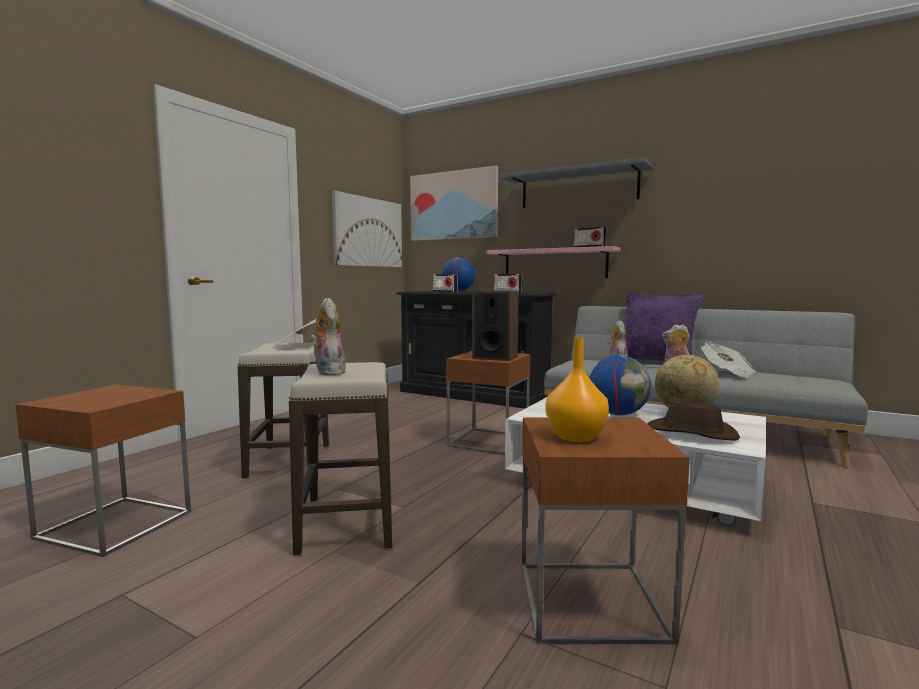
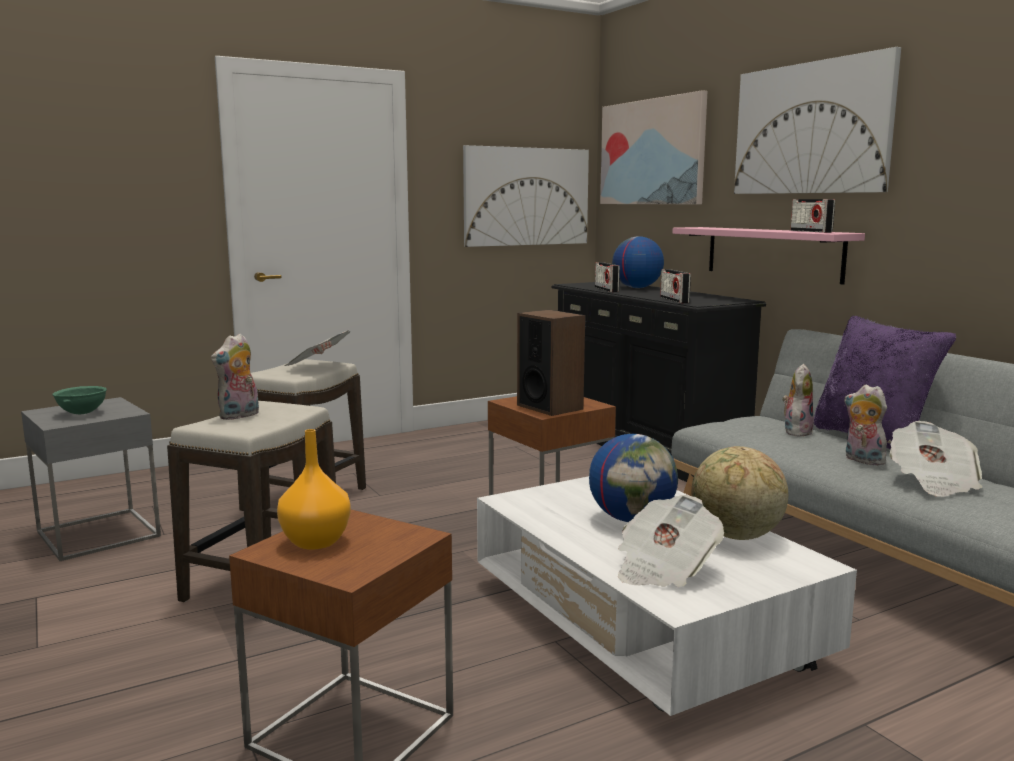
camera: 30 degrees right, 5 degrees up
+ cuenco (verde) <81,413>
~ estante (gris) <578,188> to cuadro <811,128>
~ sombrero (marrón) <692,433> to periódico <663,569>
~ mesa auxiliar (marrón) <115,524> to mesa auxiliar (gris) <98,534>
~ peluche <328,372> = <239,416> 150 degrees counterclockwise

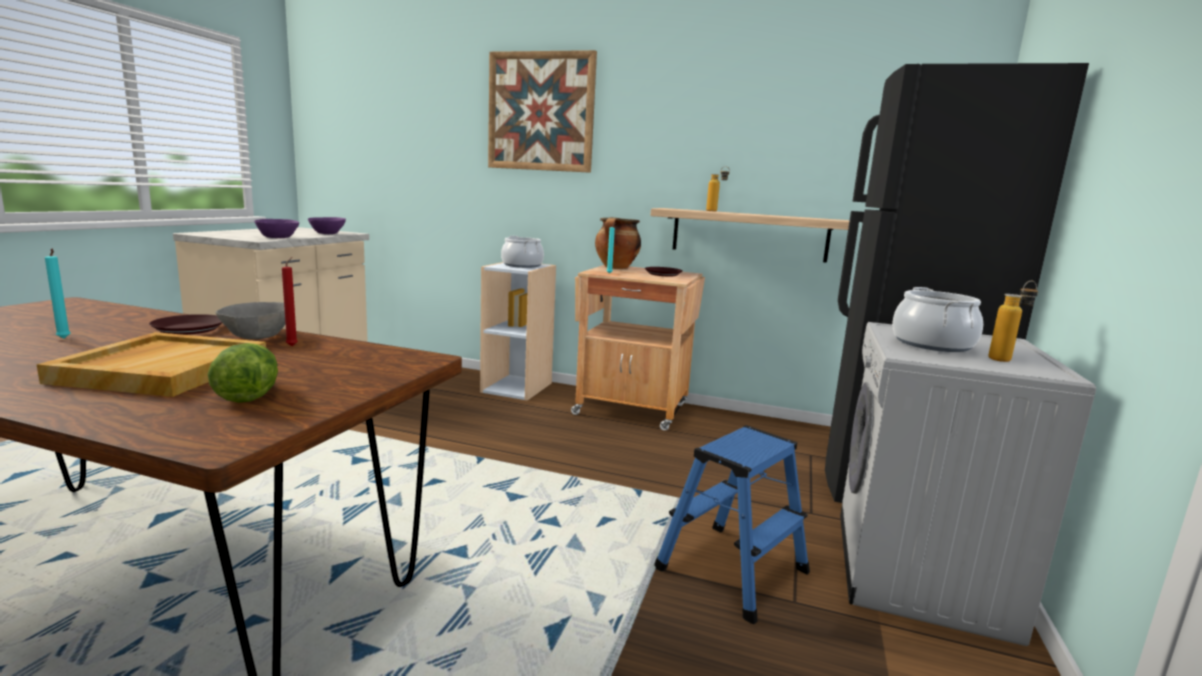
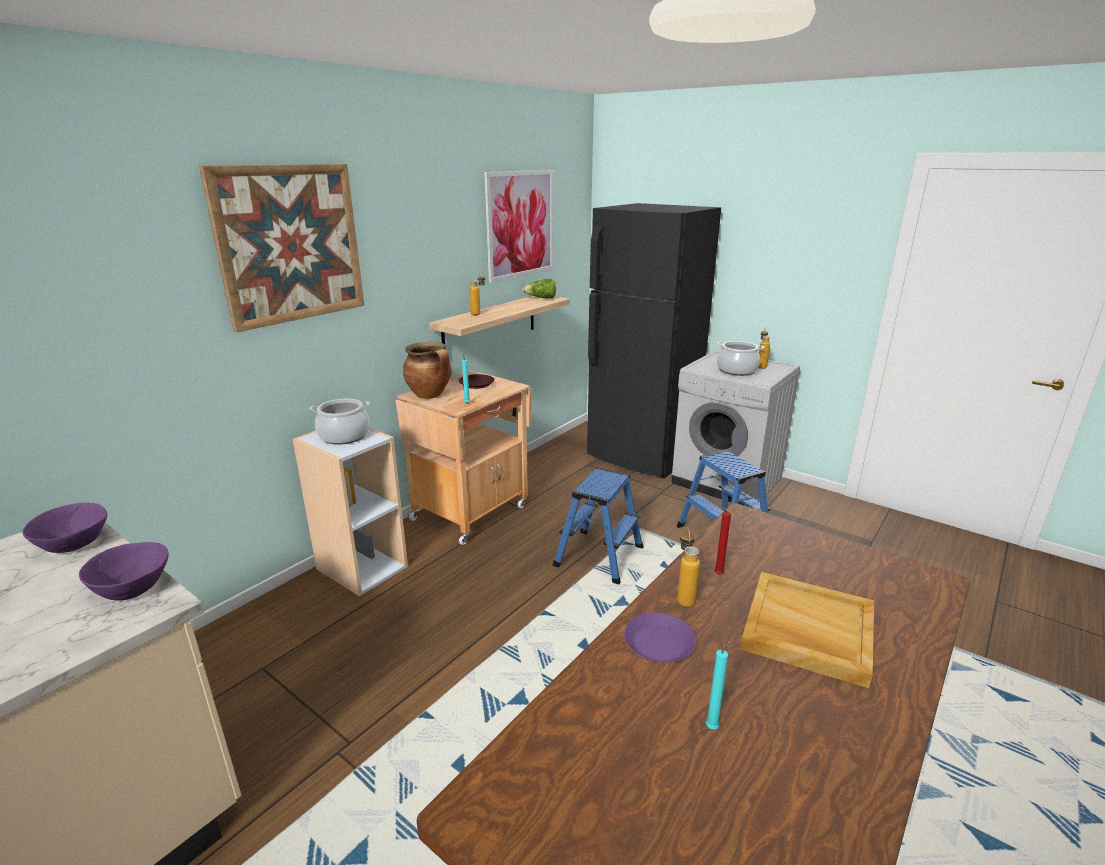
camera: 70 degrees left, 10 degrees up
+ cuadro <520,224>
+ escalera de tijera (azul) <599,556>
~ lechuga <247,393> to <541,298>
~ cuenco (gris) <257,336> to botella <684,596>
~ plato (marrón) <188,329> to plato (morado) <659,644>

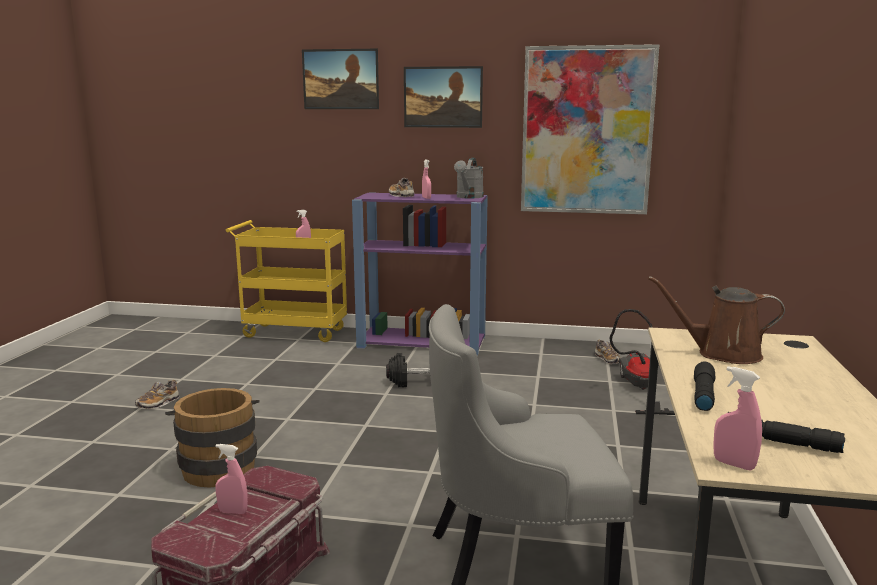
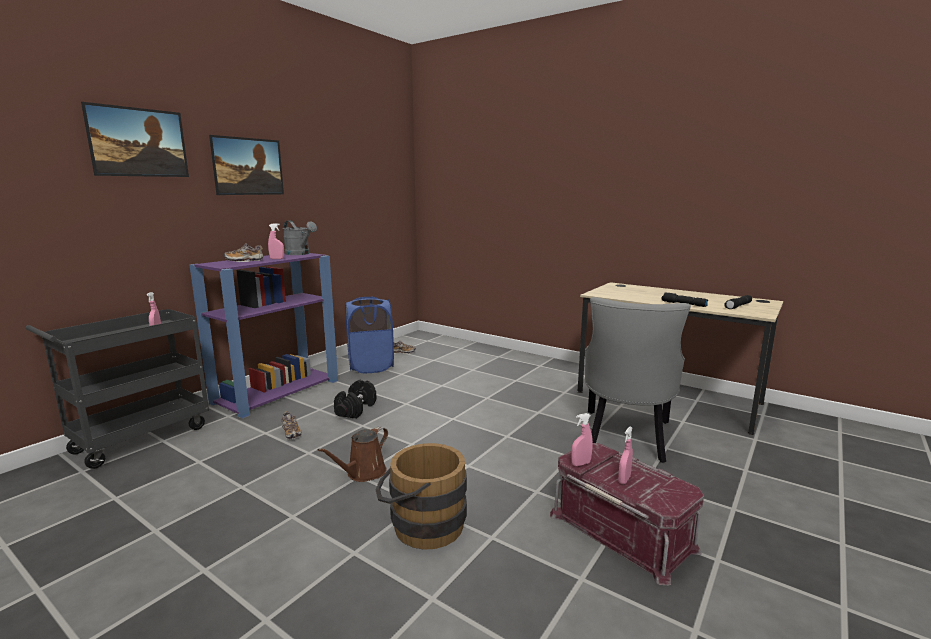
camera: 65 degrees left, 0 degrees up
- cuadro <587,131>
- aspiradora <637,389>
+ cesto de la ropa (azul) <371,366>
~ zapato <158,403> to <291,433>
~ regadera (marrón) <722,354> to <363,473>
~ pulverizador (rosa) <734,464> to <581,464>
~ carrito (amarillo) <292,333> to carrito (gris) <138,441>

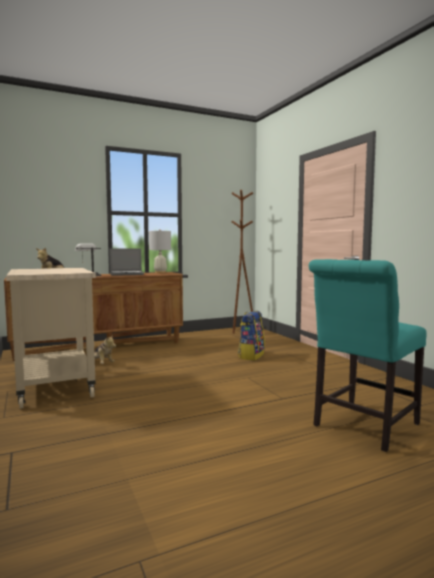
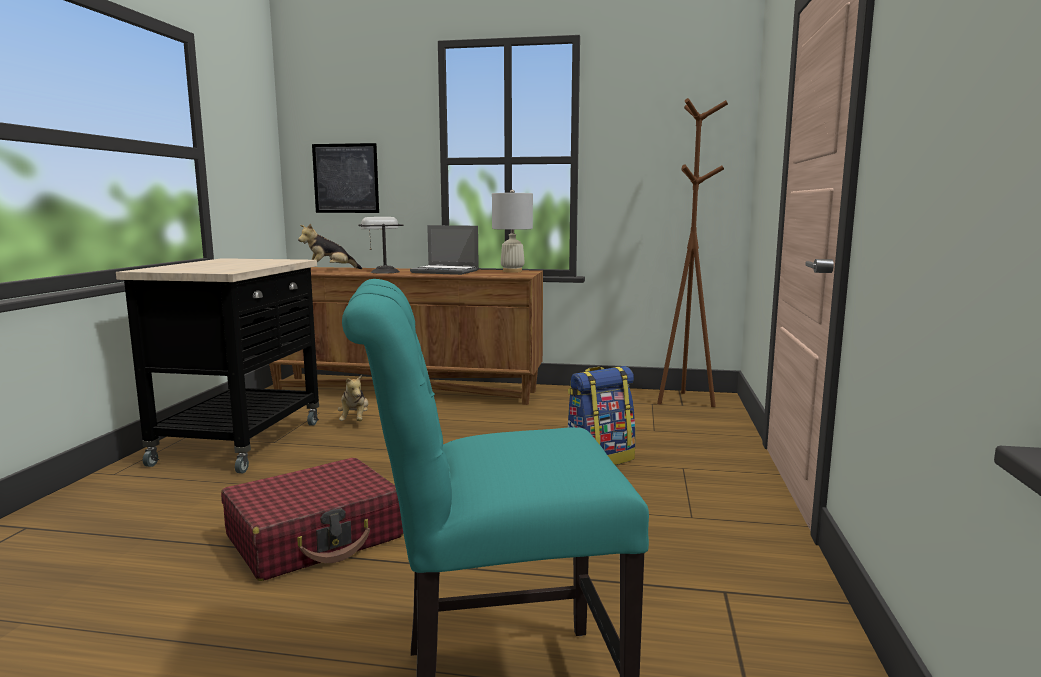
camera: 35 degrees right, 5 degrees up
+ maleta (rojo) <315,537>
+ cuadro <346,178>
~ carrito (beis) <54,386> to carrito (negro) <239,442>

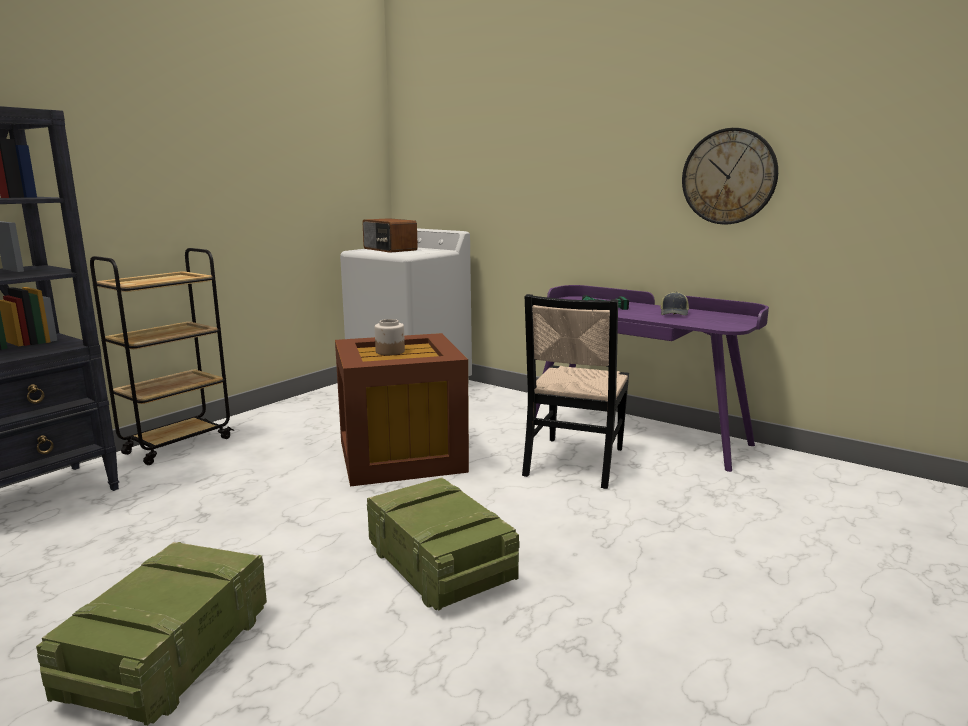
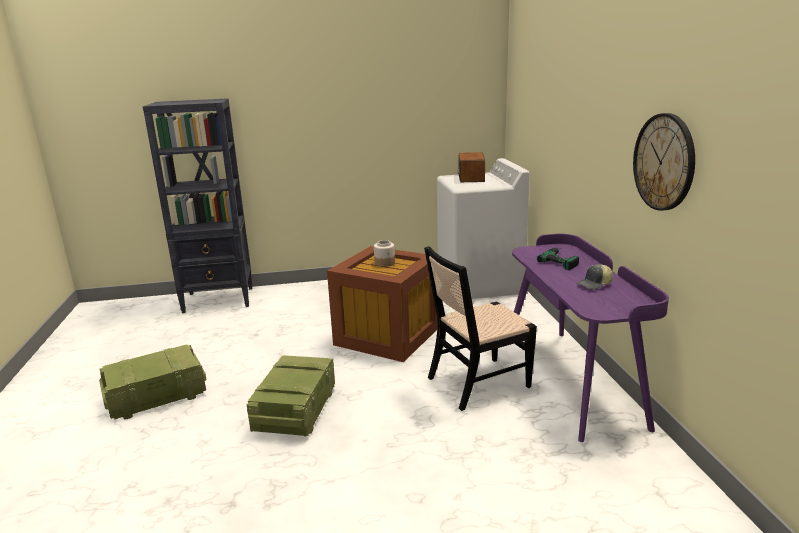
camera: 45 degrees right, 5 degrees up
- carrito (marrón) <178,445>

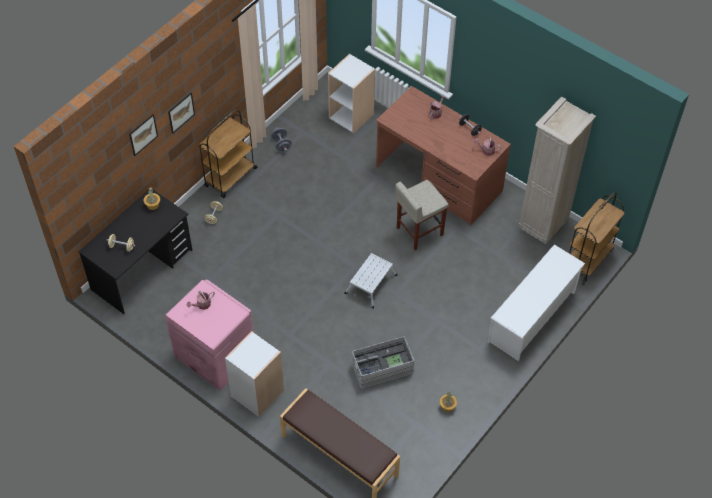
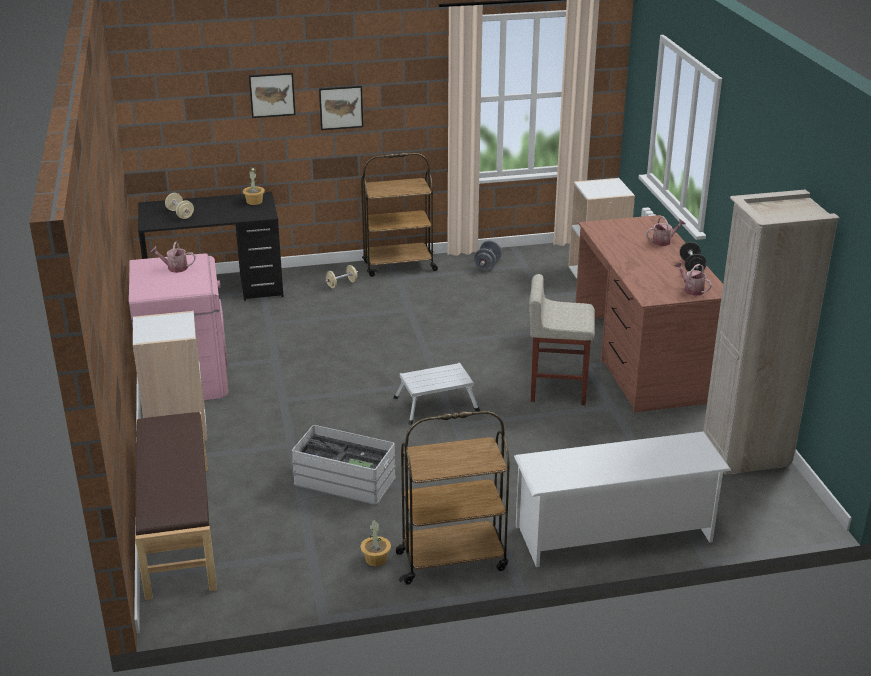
camera: 40 degrees right, 25 degrees down
~ carrito (marrón) <588,260> to <452,561>

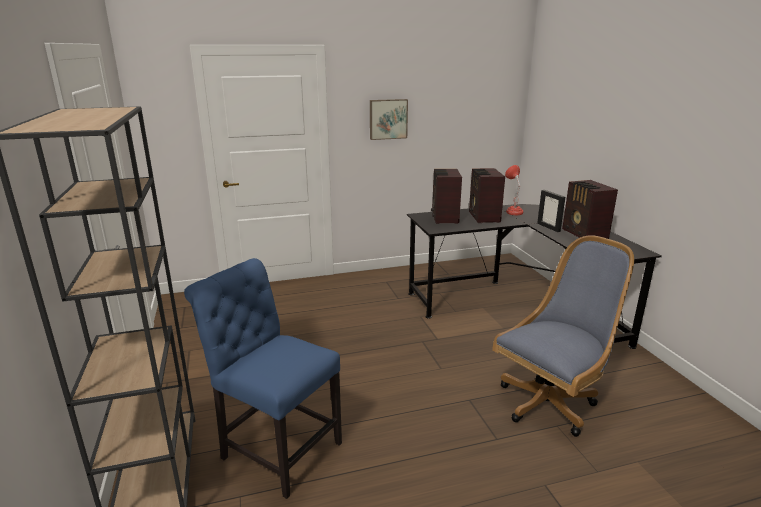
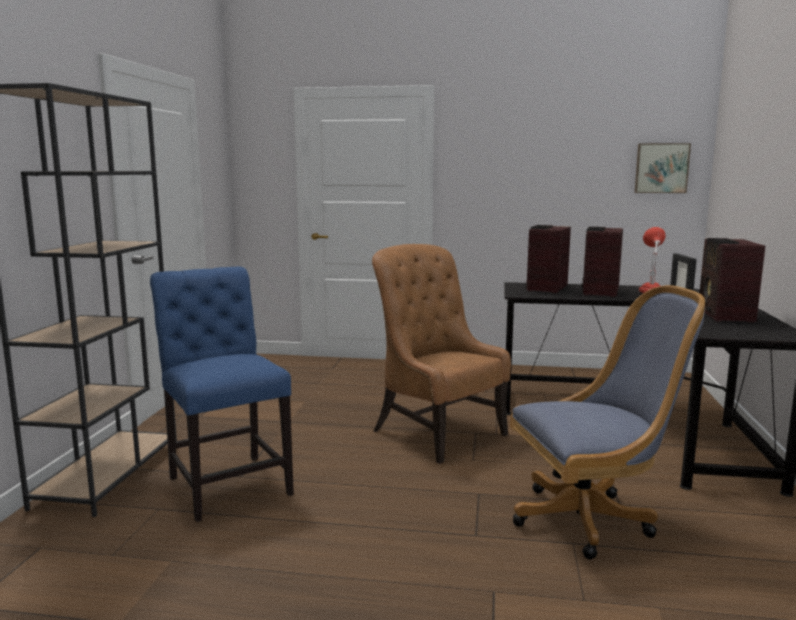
camera: 25 degrees right, 10 degrees down
+ silla (marrón) <437,432>
~ cuadro <388,119> to <661,168>

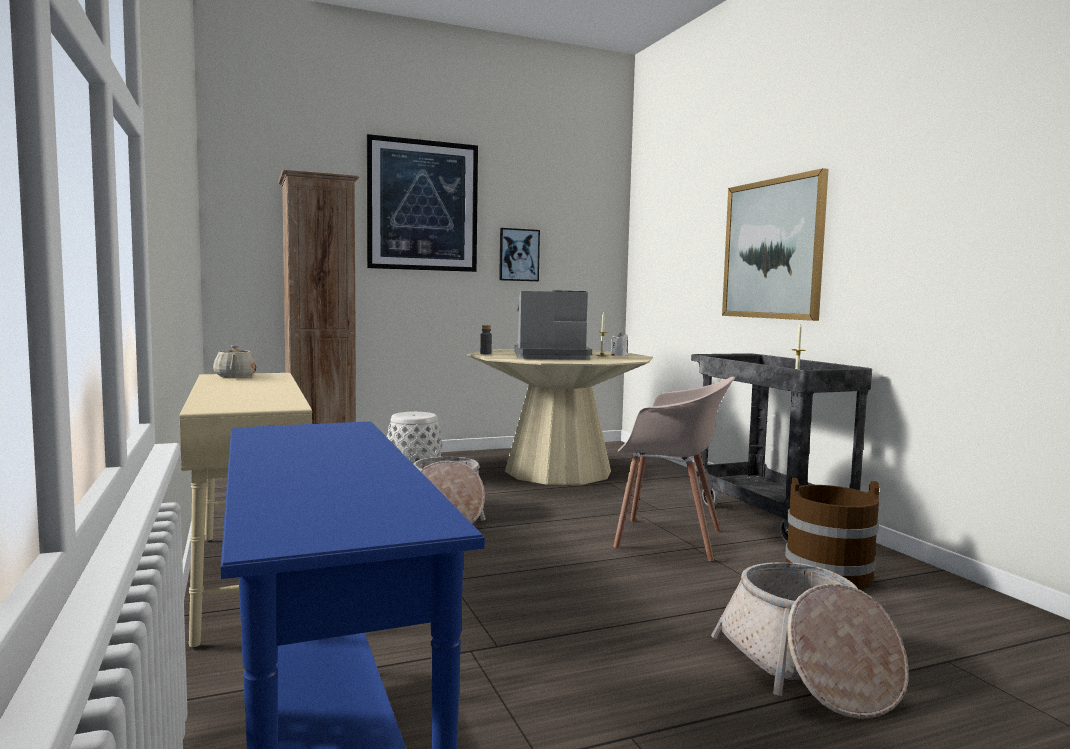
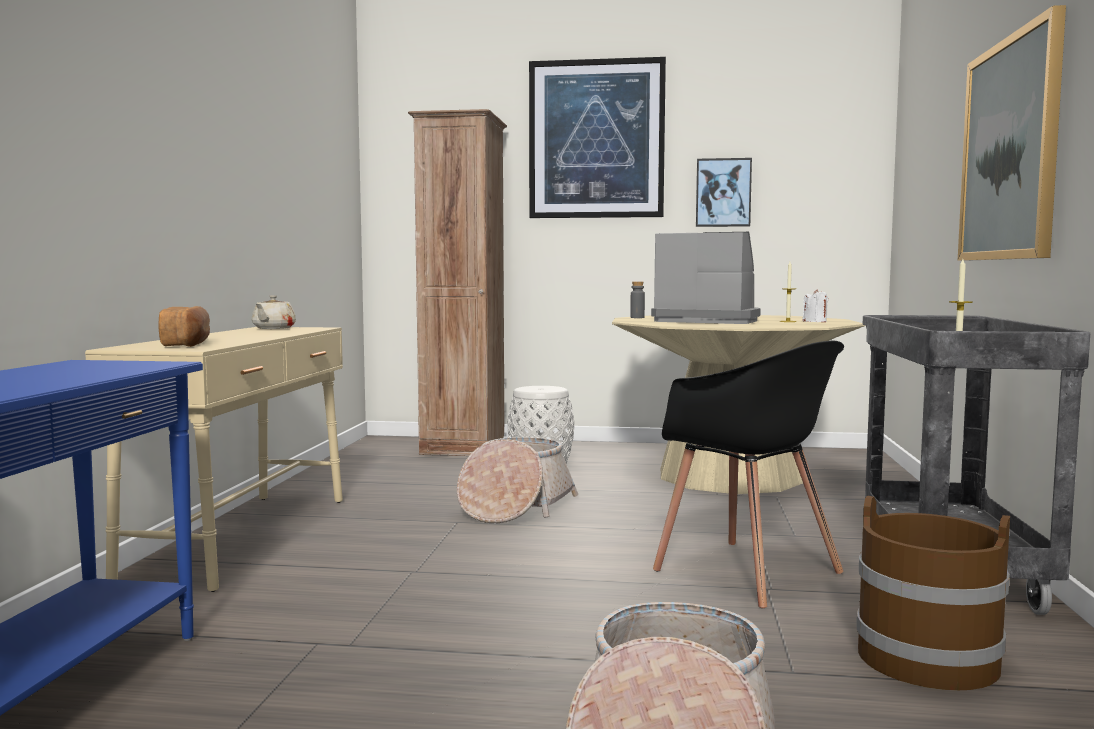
camera: 30 degrees right, 0 degrees up
+ pan <187,344>
~ silla (beis) <670,539> to silla (negro) <748,573>

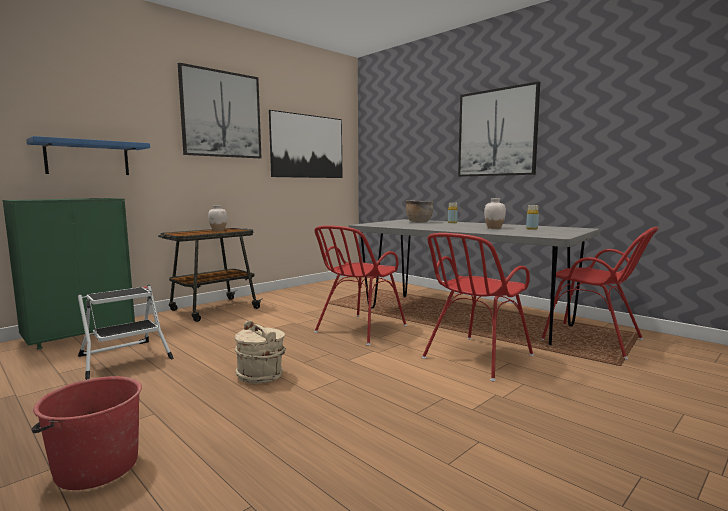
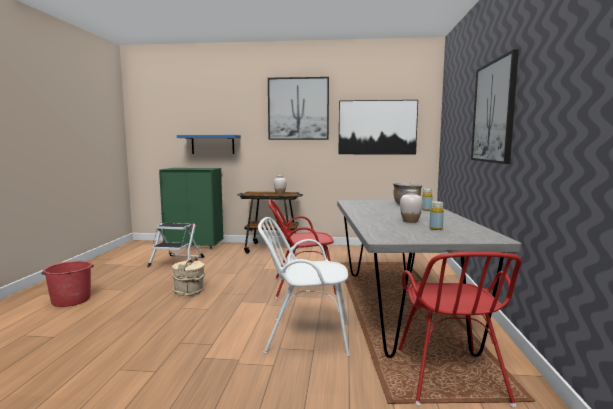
camera: 50 degrees right, 0 degrees up
~ silla (rojo) <476,358> to silla (blanco) <304,335>

